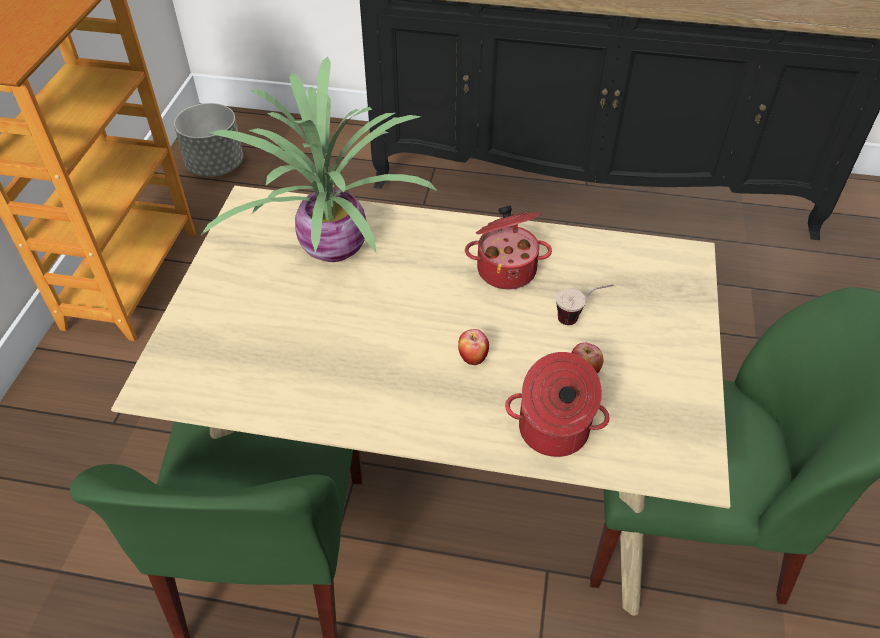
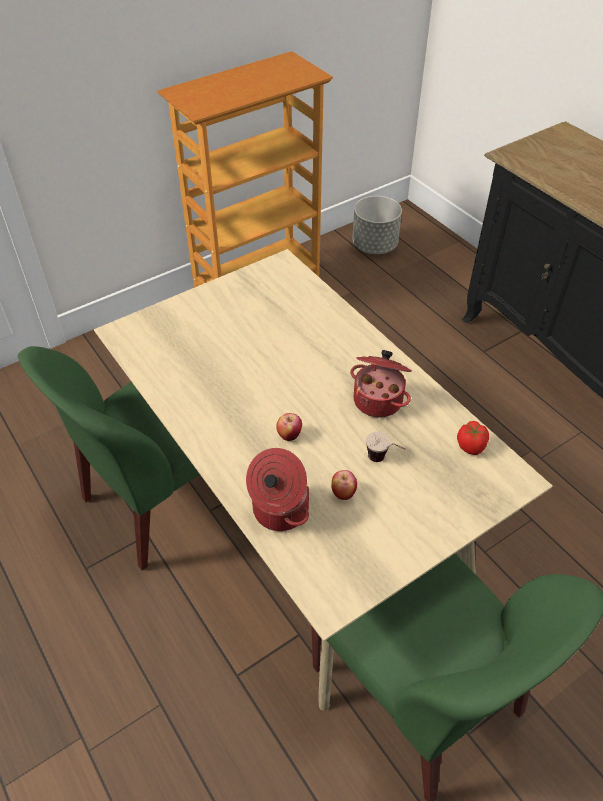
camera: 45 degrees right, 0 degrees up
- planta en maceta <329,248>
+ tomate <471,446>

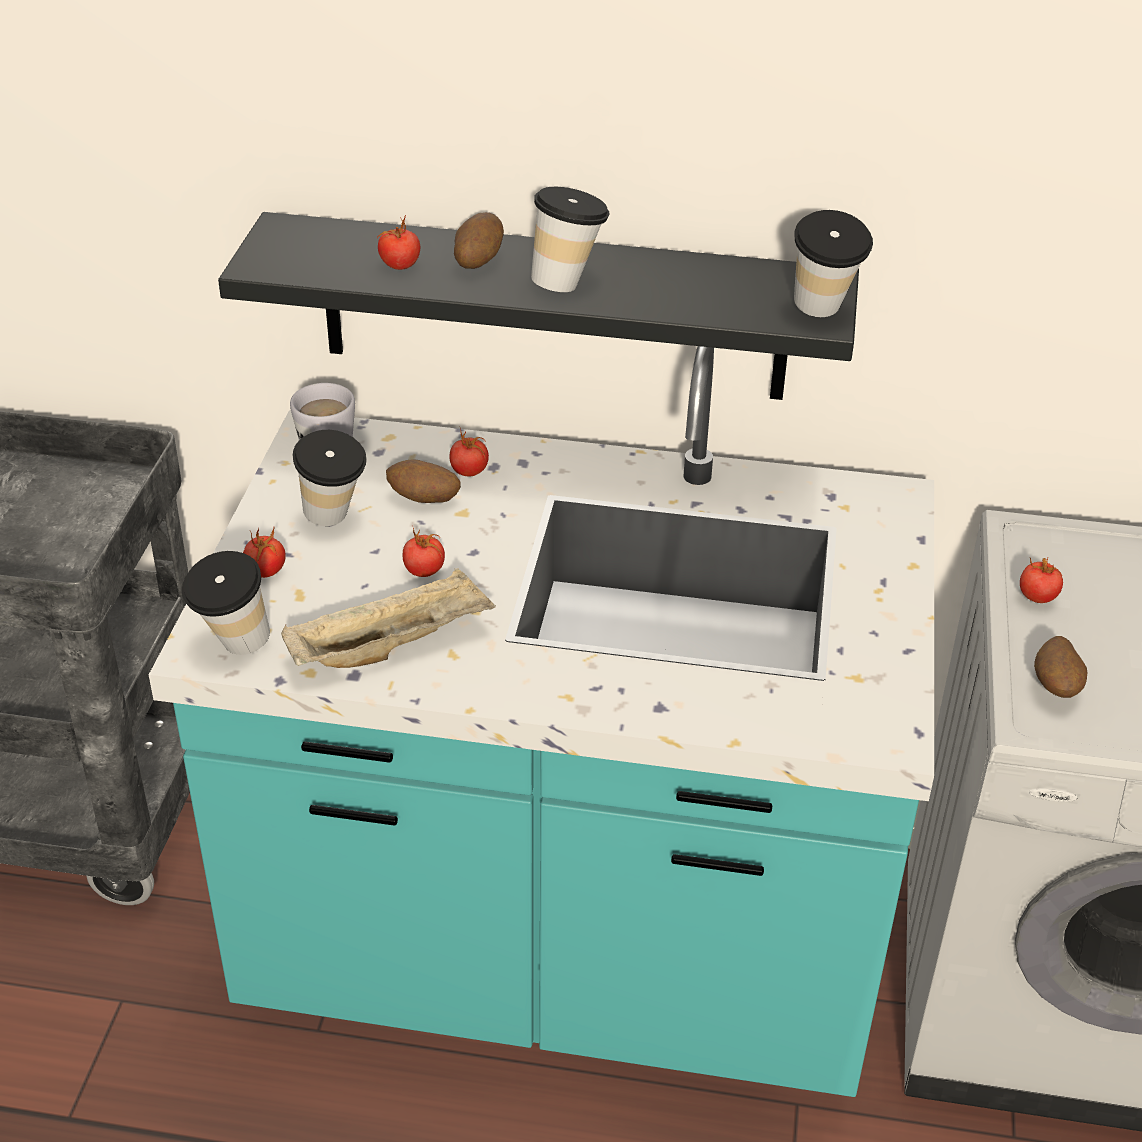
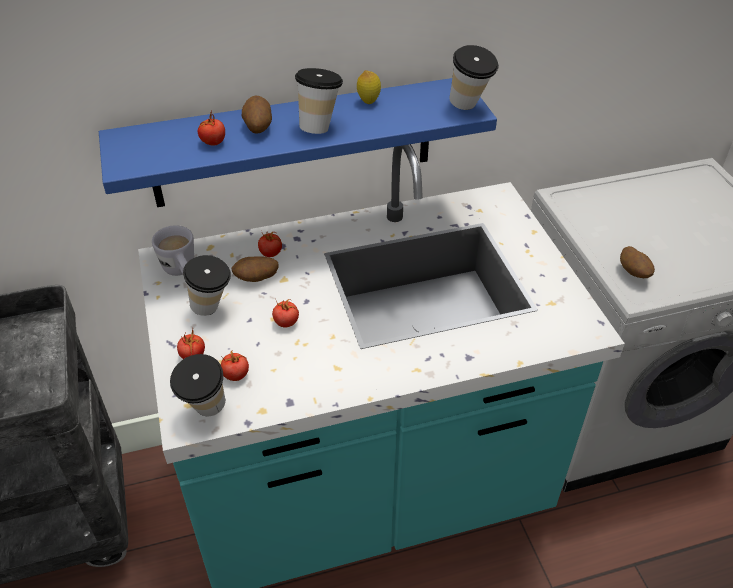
camera: 25 degrees left, 5 degrees up
- bandeja (beis) <392,645>
+ limón <368,101>
~ tomate <1037,597> to <236,375>
~ estante (negro) <553,307> to estante (azul) <293,143>

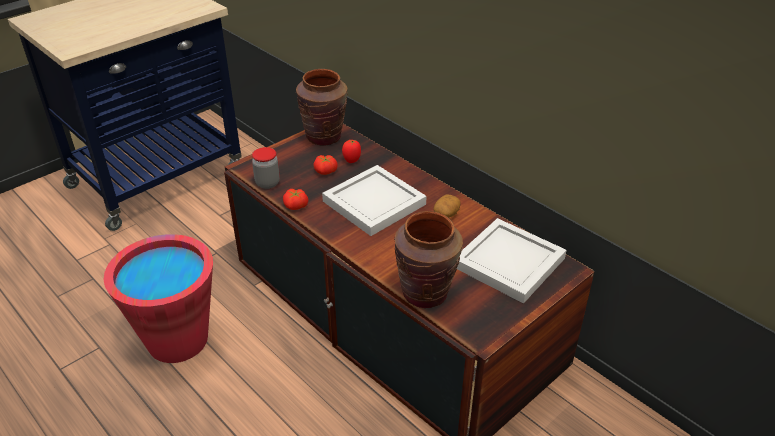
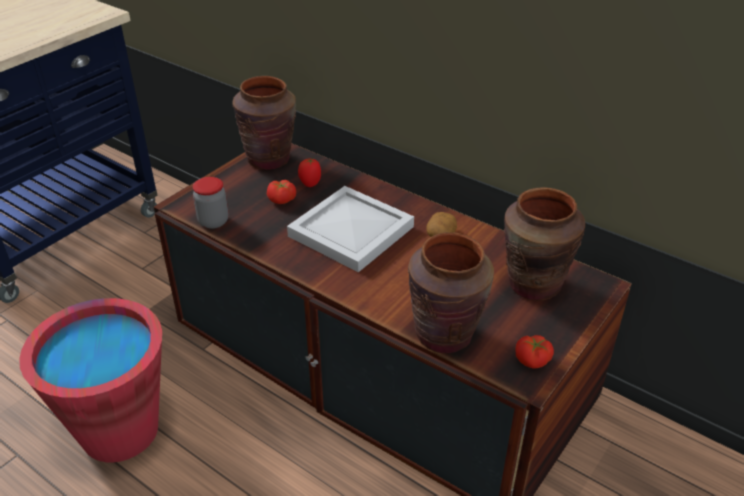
camera: 10 degrees left, 0 degrees up
~ tomate <296,206> to <532,360>
~ bandeja (blanco) <510,262> to florero (marrón) <533,284>

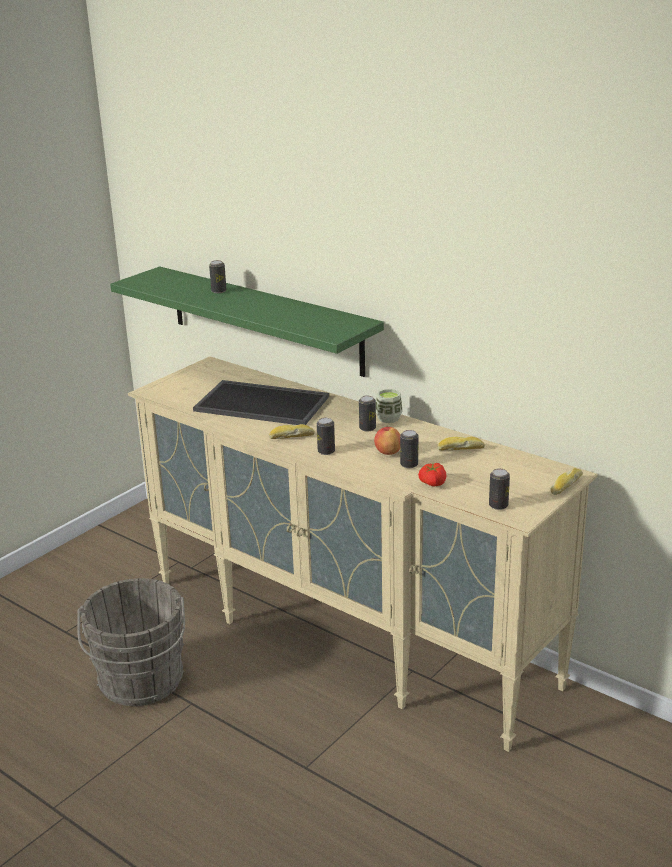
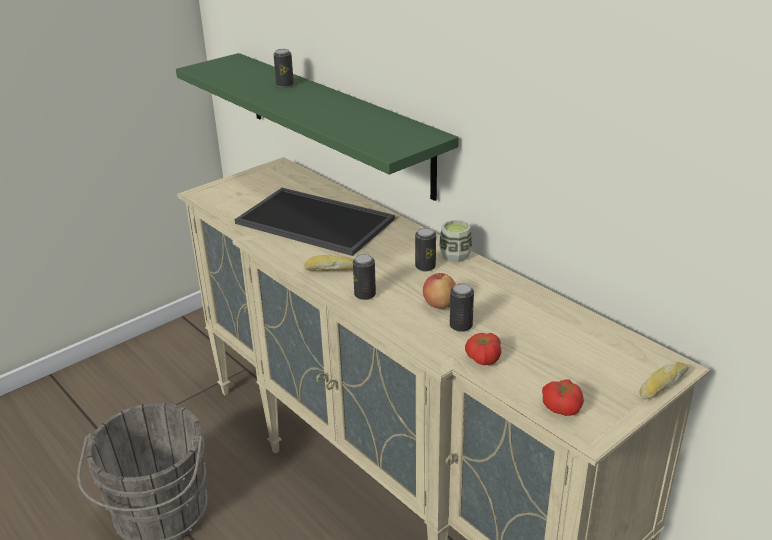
camera: 10 degrees right, 5 degrees up
- pan <460,449>
~ lata <498,505> to tomate <562,407>

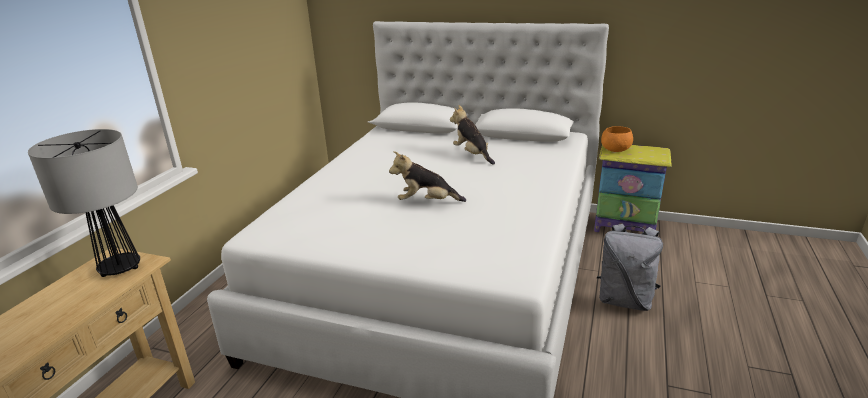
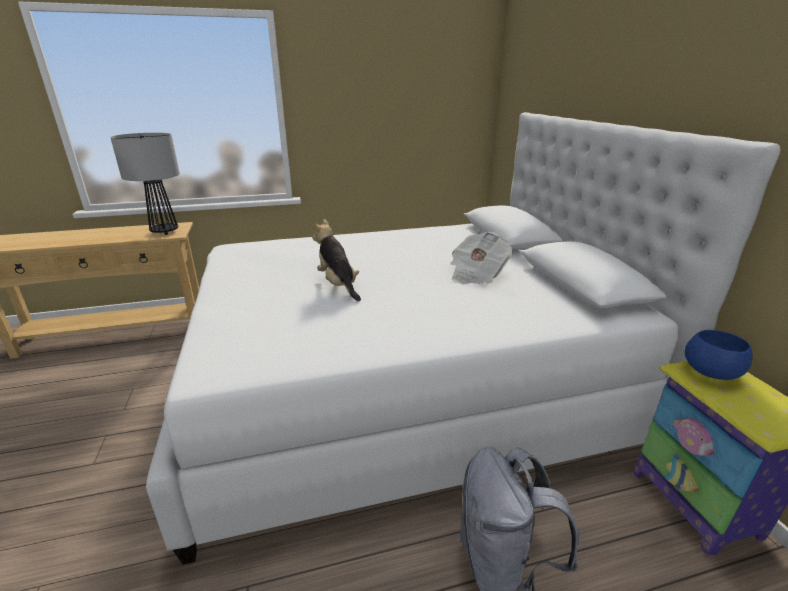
camera: 55 degrees right, 0 degrees up
~ peluche <472,155> to periódico <476,274>
~ cuenco (naranja) <615,150> to cuenco (azul) <710,371>

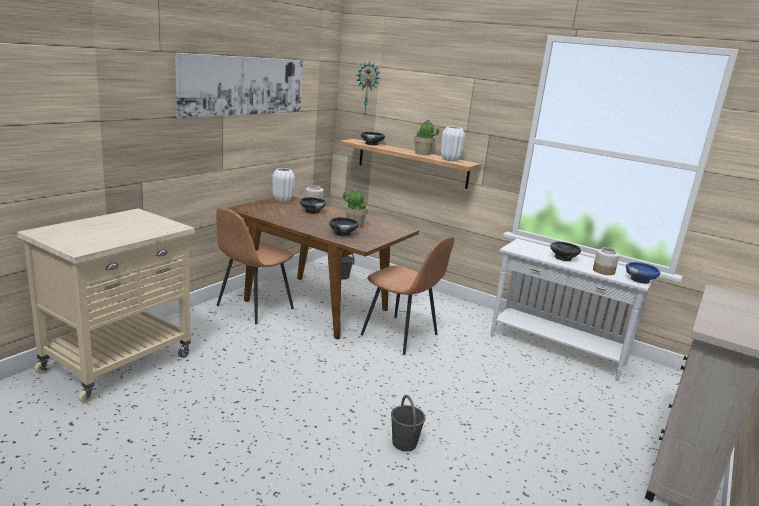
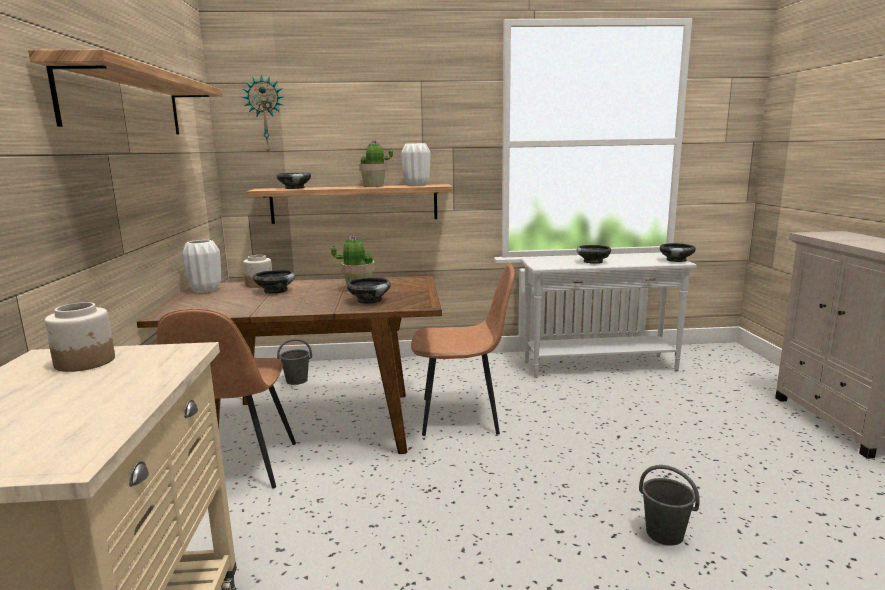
camera: 35 degrees left, 5 degrees down
~ tarro <604,271> to <86,362>
~ cuadro <244,85> to estante <126,103>
~ cuenco (azul) <640,280> to cuenco (negro) <676,260>

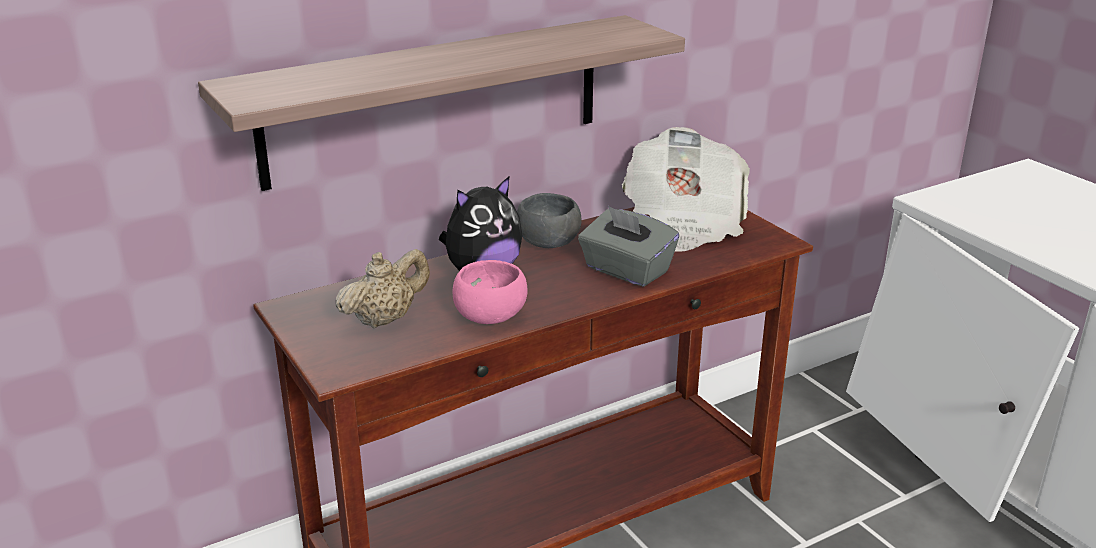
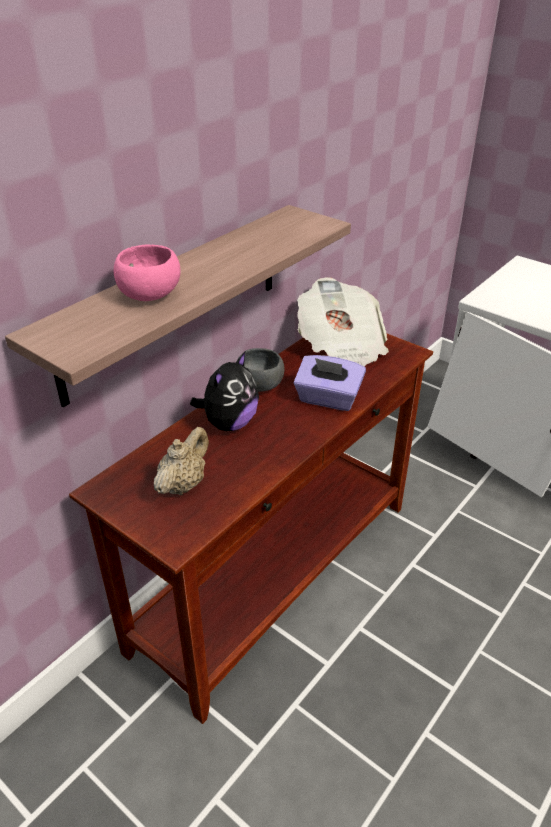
camera: 20 degrees left, 10 degrees up
~ cuenco (rosa) <492,317> to <151,295>
~ caja de pañuelos (gris) <626,271> to caja de pañuelos (morado) <328,399>

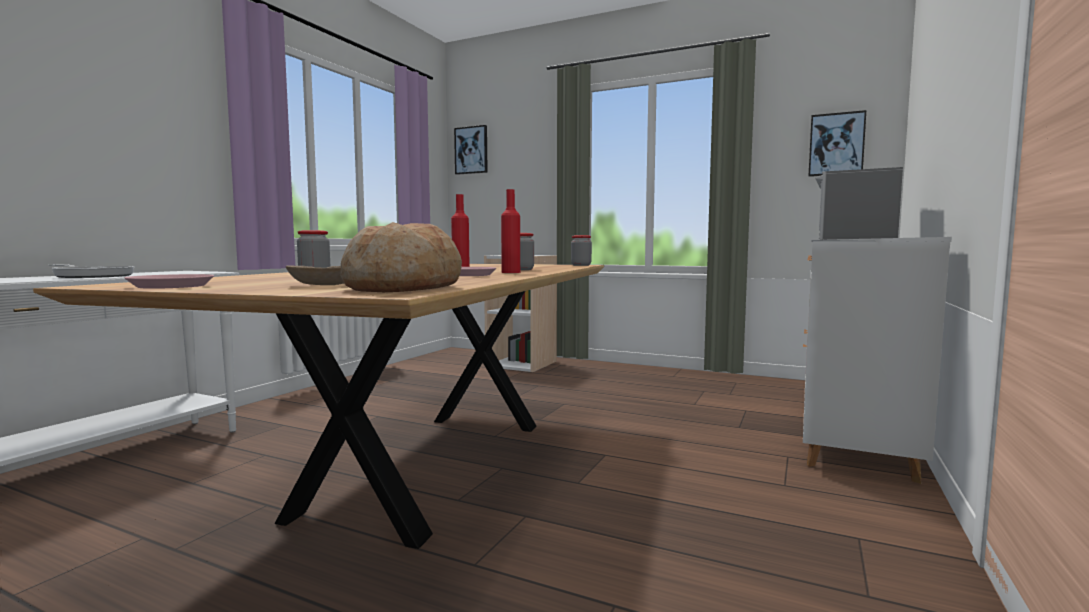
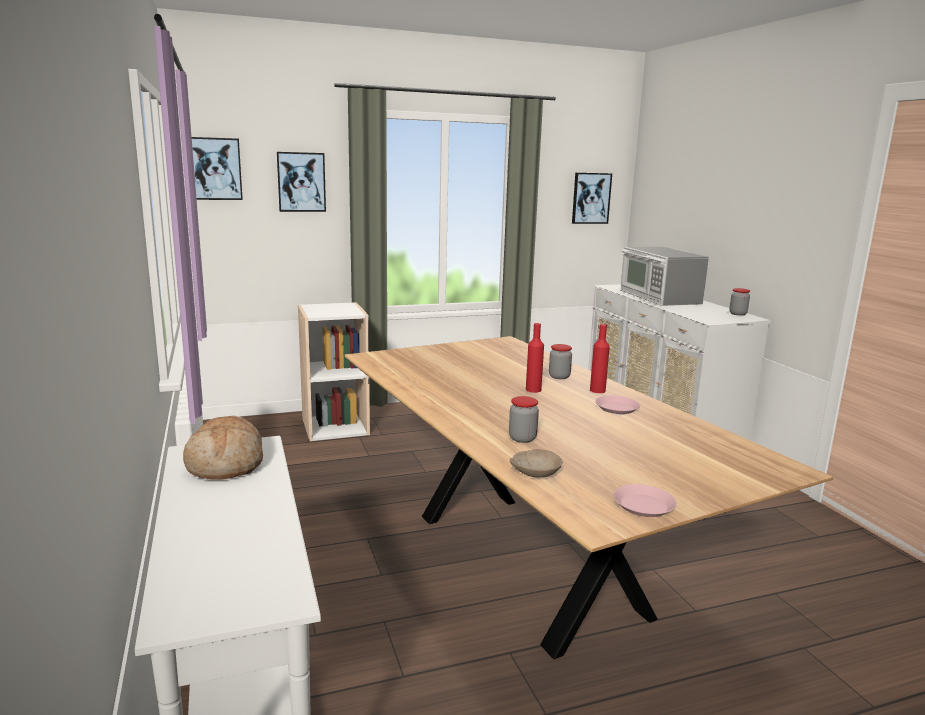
camera: 45 degrees left, 10 degrees up
- sartén <92,276>
+ cuadro <301,182>
~ cuenco (beis) <323,285> to <535,472>
~ pan <404,288> to <226,464>
~ tarro <581,265> to <737,314>

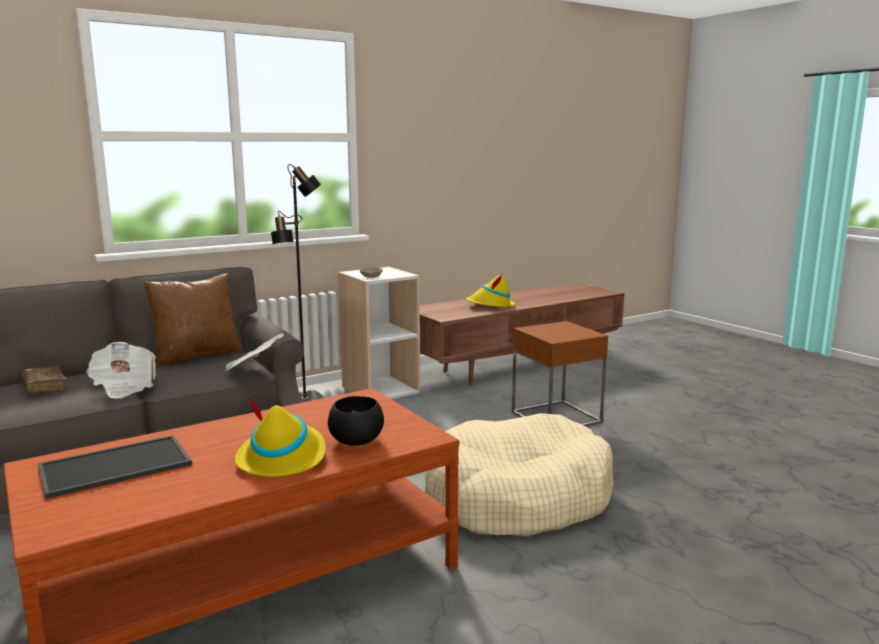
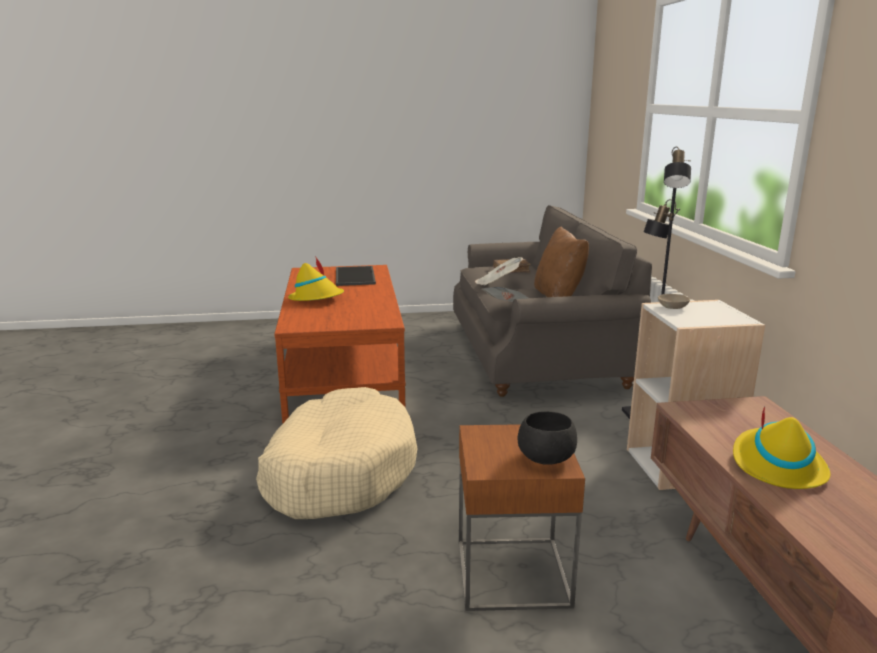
camera: 115 degrees right, 5 degrees up
~ cuenco (negro) <355,441> to <545,458>

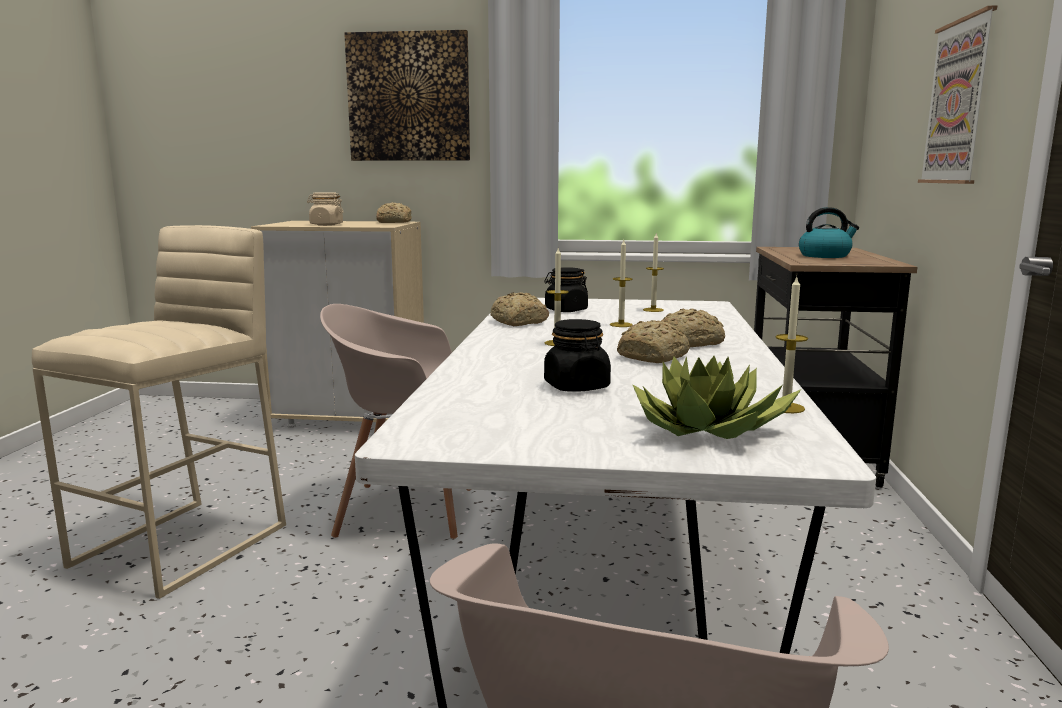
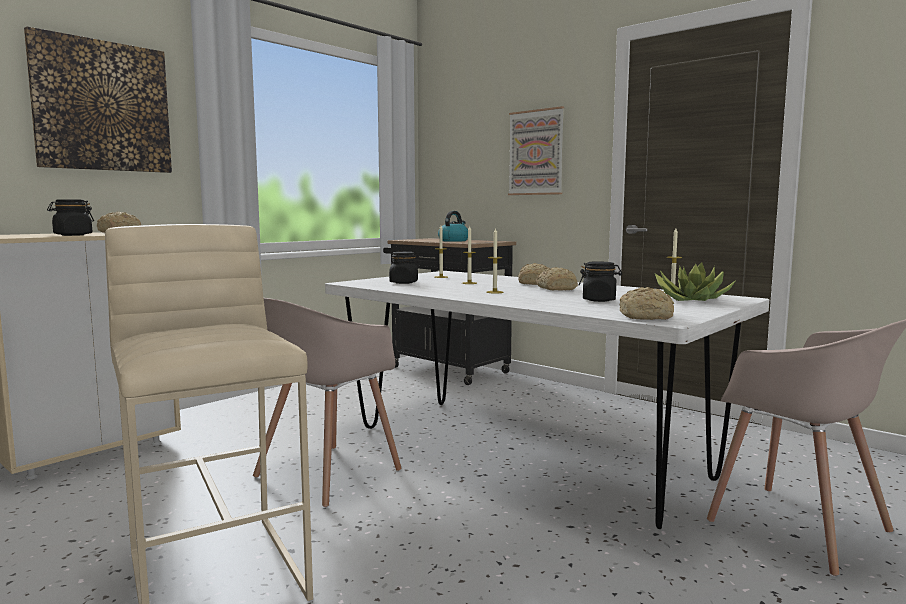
camera: 55 degrees left, 5 degrees down
~ pan <519,322> to <647,317>
~ tarro (beis) <326,225> to tarro (negro) <72,235>

